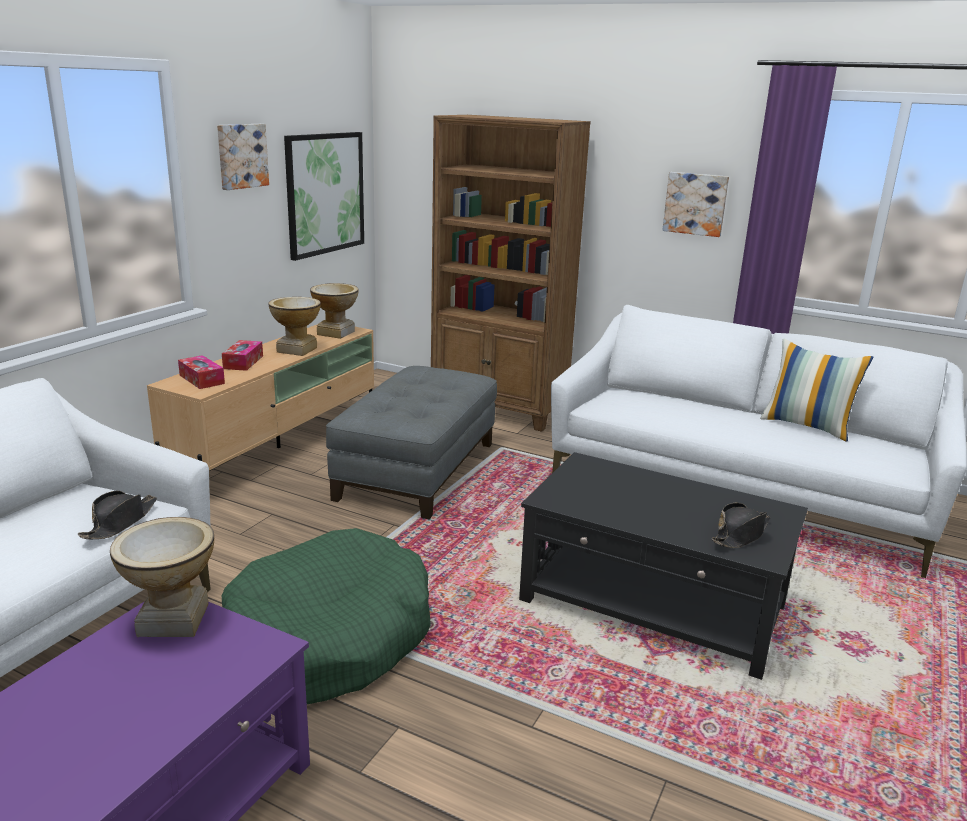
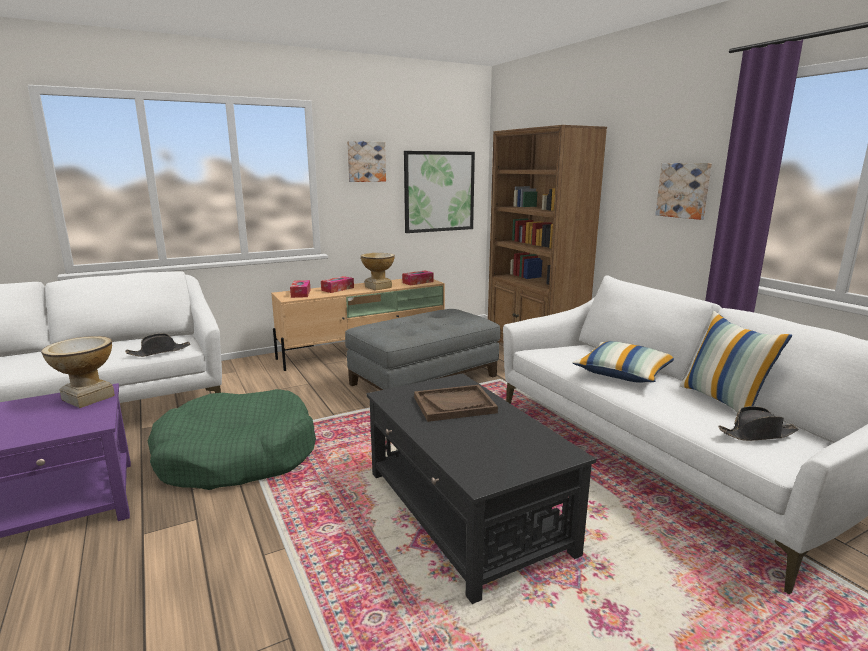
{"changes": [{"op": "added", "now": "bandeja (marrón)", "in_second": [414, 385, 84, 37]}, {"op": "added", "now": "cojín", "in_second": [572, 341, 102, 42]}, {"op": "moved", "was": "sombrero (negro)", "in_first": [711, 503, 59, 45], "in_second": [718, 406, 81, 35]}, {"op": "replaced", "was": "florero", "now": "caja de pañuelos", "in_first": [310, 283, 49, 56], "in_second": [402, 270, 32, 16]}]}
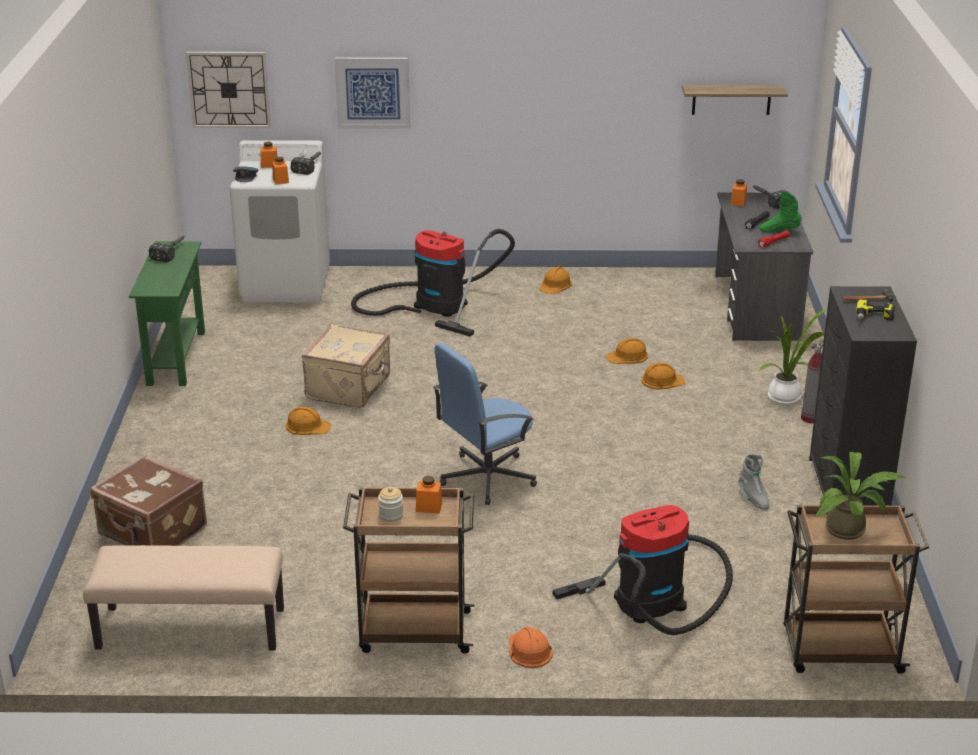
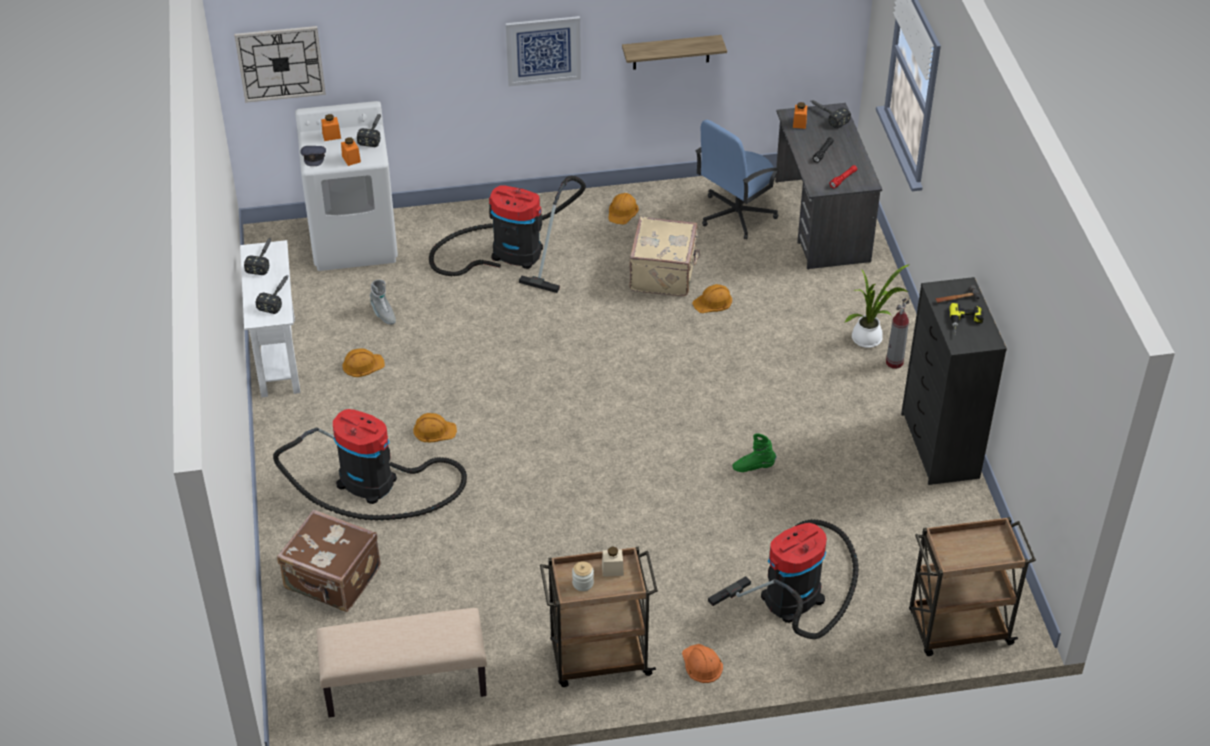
{"changes": [{"op": "removed", "was": "planta en maceta", "in_first": [814, 452, 91, 88]}, {"op": "added", "now": "martillo", "in_second": [256, 275, 33, 39]}, {"op": "added", "now": "aspiradora", "in_second": [273, 409, 194, 112]}, {"op": "moved", "was": "maleta (beis)", "in_first": [302, 324, 88, 84], "in_second": [629, 217, 71, 79]}, {"op": "moved", "was": "cuadro", "in_first": [334, 57, 76, 72], "in_second": [506, 16, 75, 71]}, {"op": "moved", "was": "silla de oficina (azul)", "in_first": [433, 343, 104, 162], "in_second": [696, 120, 84, 120]}, {"op": "moved", "was": "casco (naranja)", "in_first": [642, 363, 43, 27], "in_second": [343, 348, 42, 29]}, {"op": "moved", "was": "estante", "in_first": [682, 85, 106, 30], "in_second": [622, 35, 105, 35]}, {"op": "moved", "was": "bota (gris)", "in_first": [738, 454, 32, 56], "in_second": [370, 280, 26, 45]}, {"op": "moved", "was": "bota (verde)", "in_first": [759, 191, 43, 41], "in_second": [732, 433, 44, 39]}, {"op": "recoloured", "was": "mesa consola (verde)", "now": "mesa consola (blanco)", "in_first": [129, 241, 76, 145], "in_second": [240, 240, 60, 158]}, {"op": "recoloured", "was": "tarro (naranja)", "now": "tarro (beis)", "in_first": [416, 476, 26, 37], "in_second": [602, 546, 22, 31]}]}
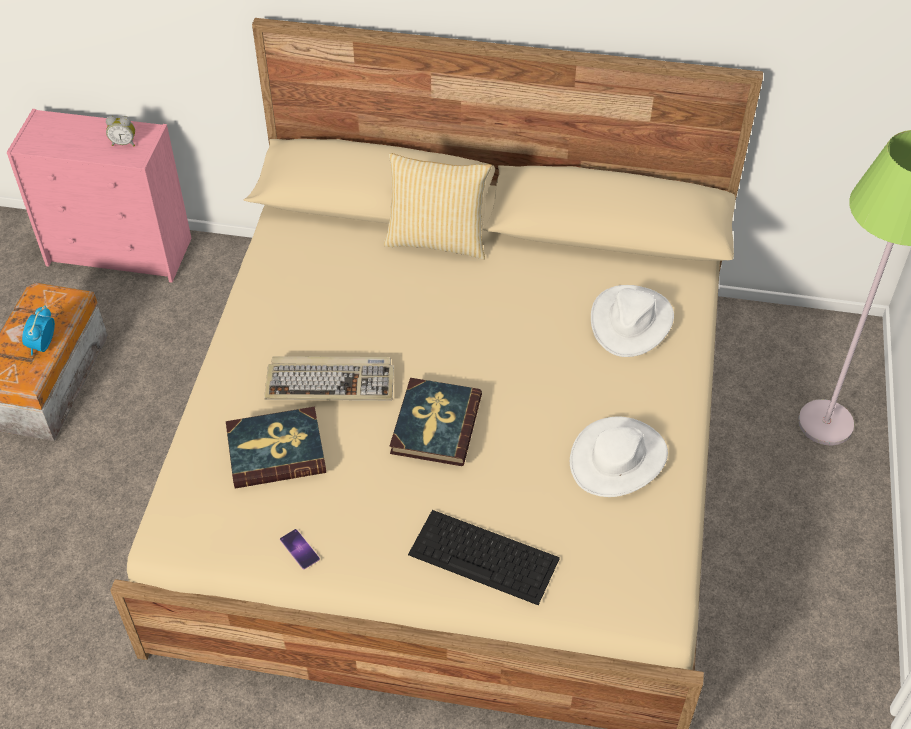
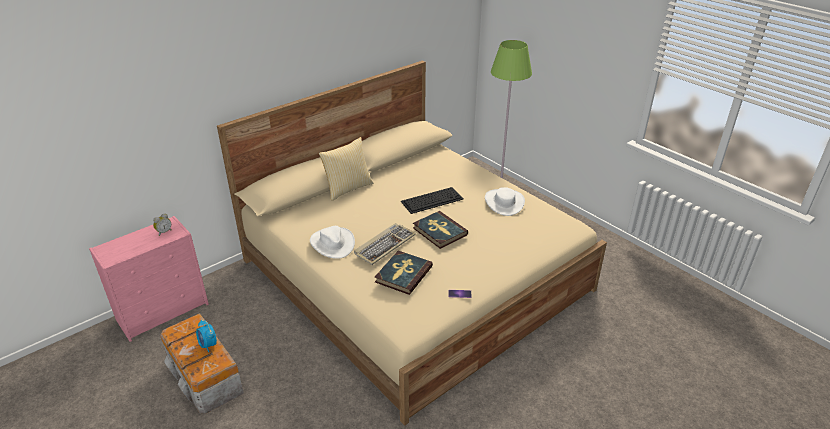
{"changes": [{"op": "moved", "was": "teclado", "in_first": [408, 510, 152, 95], "in_second": [401, 187, 63, 27]}, {"op": "moved", "was": "sombrero (blanco)", "in_first": [591, 285, 83, 72], "in_second": [310, 226, 45, 33]}]}
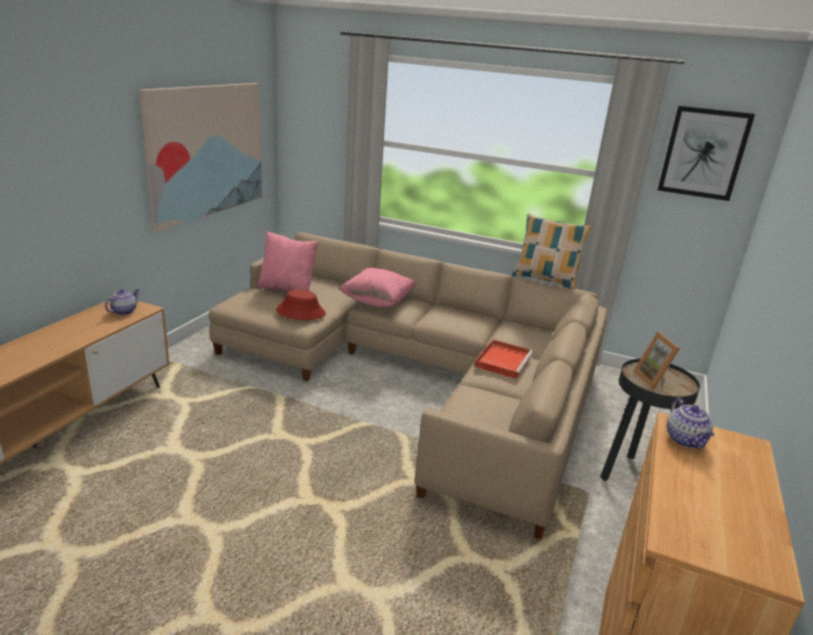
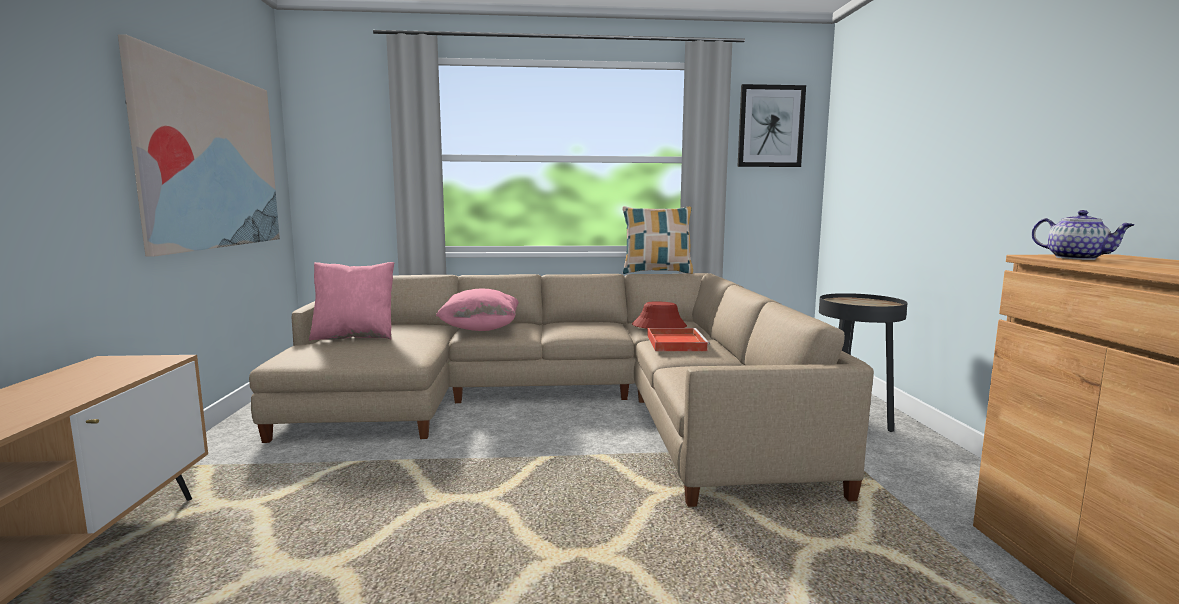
{"changes": [{"op": "removed", "was": "tetera", "in_first": [105, 289, 34, 26]}, {"op": "removed", "was": "portarretratos", "in_first": [633, 332, 47, 57]}, {"op": "moved", "was": "sombrero (rojo)", "in_first": [276, 290, 50, 30], "in_second": [632, 301, 55, 28]}]}
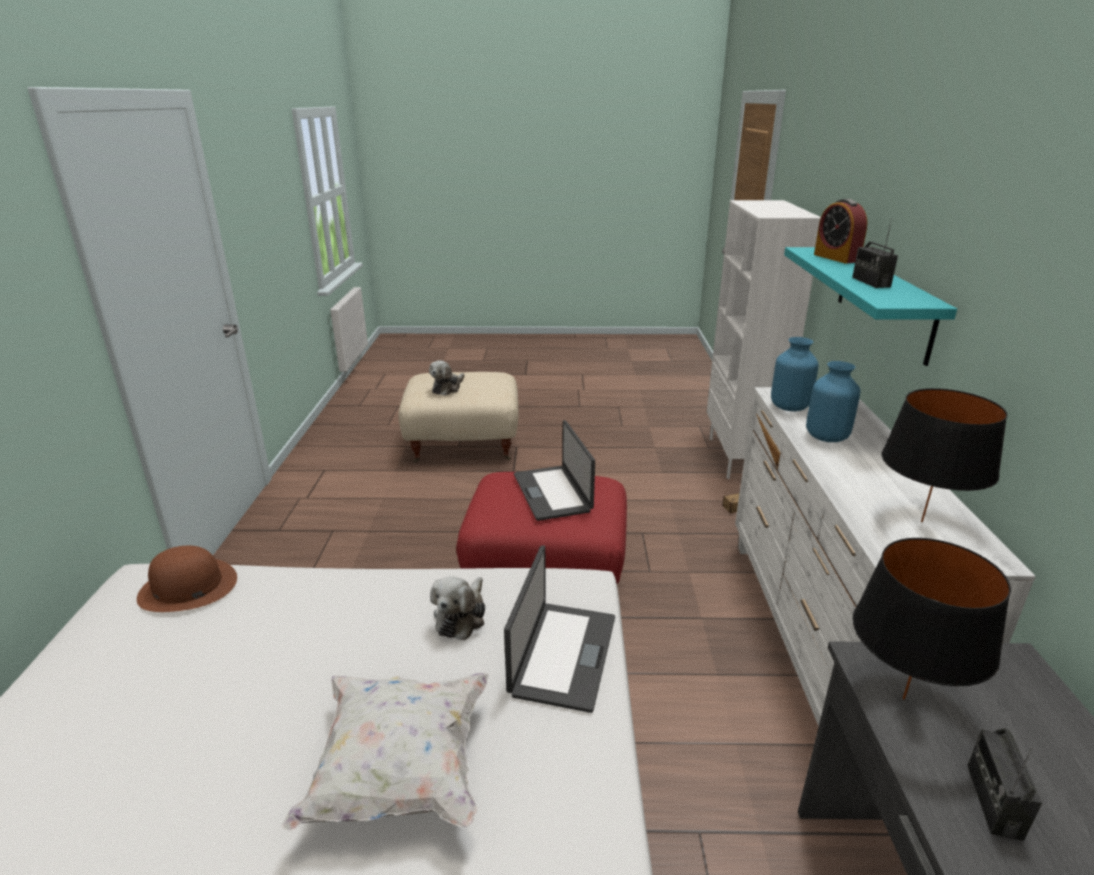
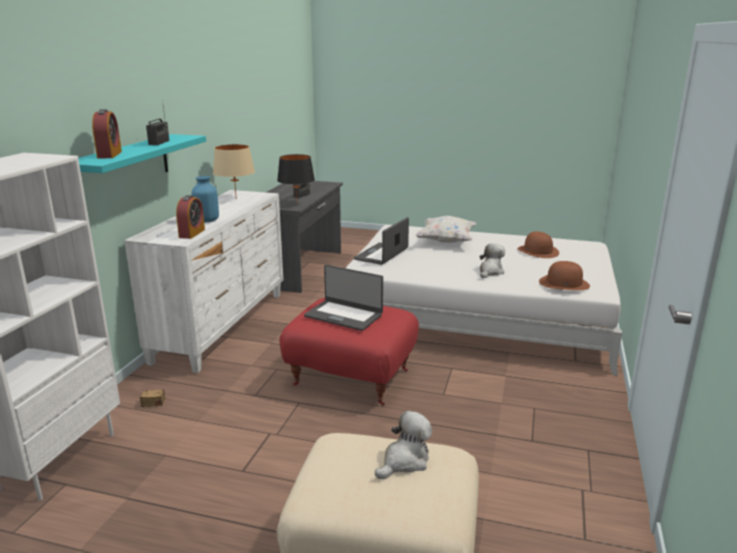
{"changes": [{"op": "added", "now": "sombrero (marrón)", "in_second": [517, 231, 42, 27]}, {"op": "moved", "was": "peluche", "in_first": [430, 576, 55, 64], "in_second": [479, 243, 26, 35]}, {"op": "replaced", "was": "florero (azul)", "now": "despertador", "in_first": [771, 337, 48, 74], "in_second": [176, 195, 29, 44]}, {"op": "recoloured", "was": "lámpara de mesa (negro)", "now": "lámpara de mesa (beis)", "in_first": [881, 388, 127, 134], "in_second": [213, 144, 42, 55]}, {"op": "turned", "was": "portátil", "in_first": [514, 420, 81, 101], "in_second": [304, 265, 79, 66], "clockwise": 120}]}
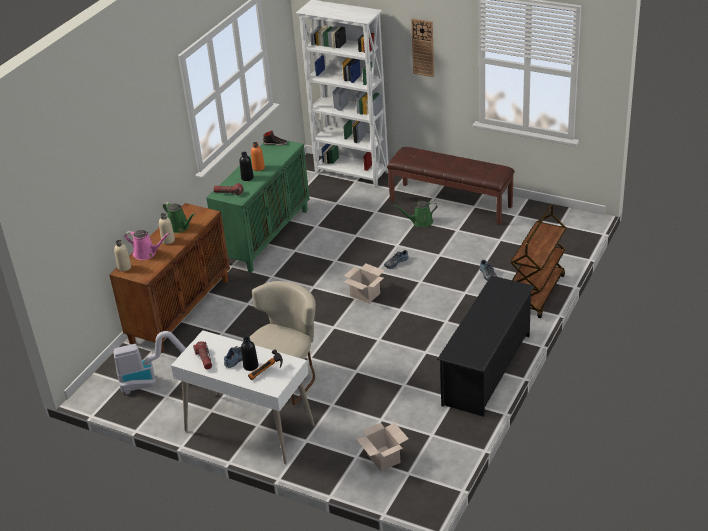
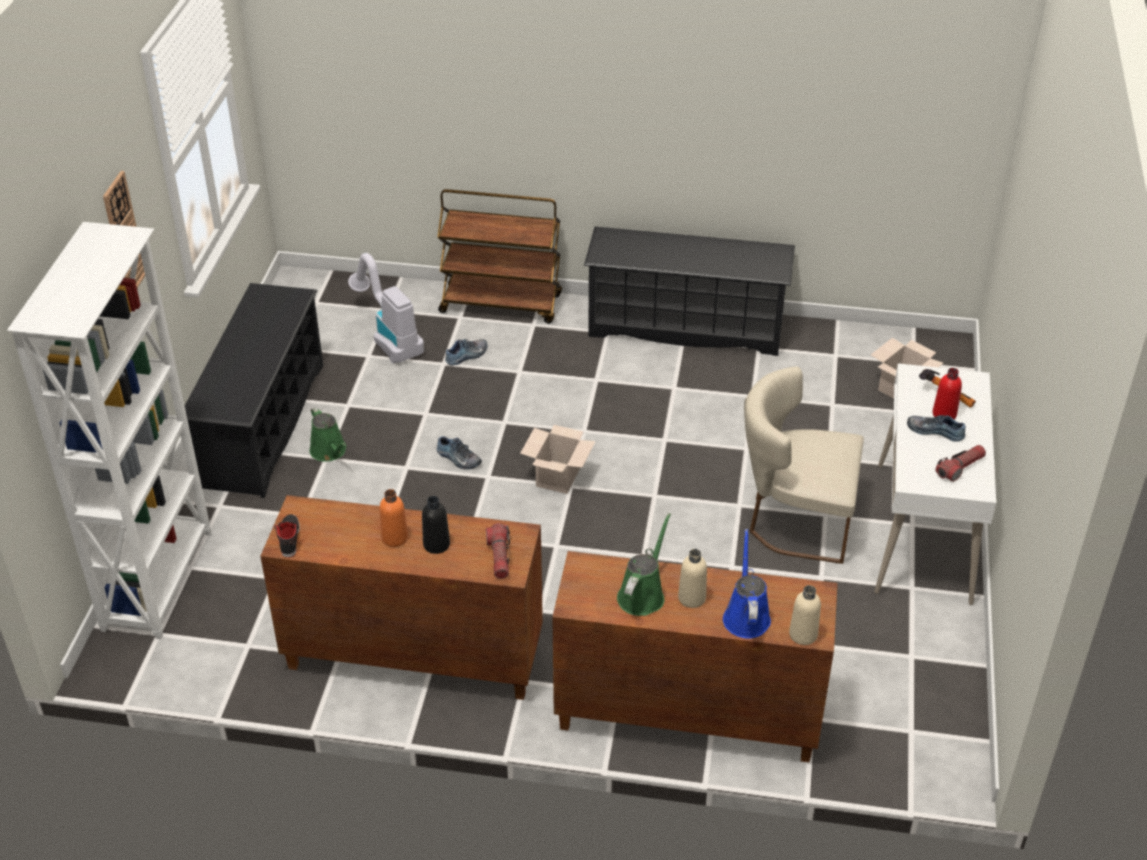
{"changes": [{"op": "moved", "was": "aspiradora", "in_first": [113, 331, 73, 63], "in_second": [348, 253, 76, 111]}, {"op": "replaced", "was": "banco (marrón)", "now": "zapatero (negro)", "in_first": [387, 147, 128, 78], "in_second": [185, 283, 138, 215]}, {"op": "recoloured", "was": "regadera (rosa)", "now": "regadera (azul)", "in_first": [125, 230, 45, 30], "in_second": [723, 529, 48, 110]}, {"op": "recoloured", "was": "armario (verde)", "now": "armario (marrón)", "in_first": [206, 140, 103, 133], "in_second": [260, 495, 283, 205]}, {"op": "recoloured", "was": "botella (negro)", "now": "botella (rojo)", "in_first": [241, 337, 17, 34], "in_second": [933, 368, 29, 51]}]}
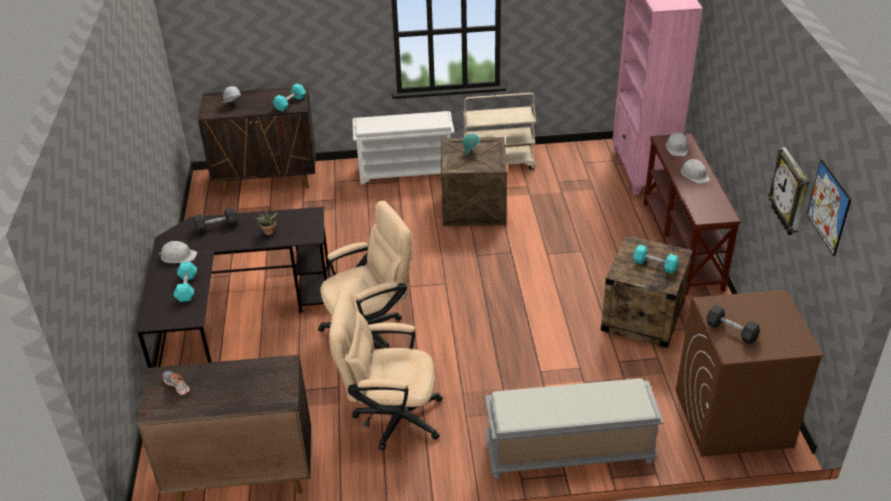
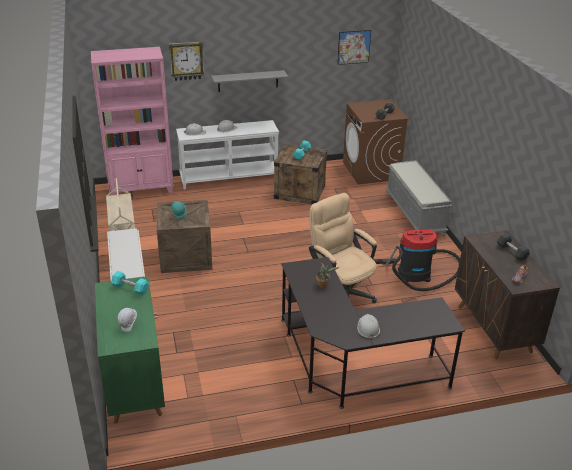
{"changes": [{"op": "removed", "was": "mancuerna (turquesa)", "in_first": [173, 262, 24, 40]}, {"op": "added", "now": "estante (gris)", "in_second": [211, 70, 77, 22]}, {"op": "moved", "was": "mancuerna (gris)", "in_first": [193, 208, 45, 26], "in_second": [497, 233, 33, 28]}, {"op": "moved", "was": "reloj de pared", "in_first": [768, 147, 42, 88], "in_second": [169, 42, 36, 39]}, {"op": "replaced", "was": "silla de oficina (beis)", "now": "aspiradora", "in_first": [329, 289, 114, 162], "in_second": [373, 230, 87, 61]}, {"op": "recoloured", "was": "armario (marrón)", "now": "armario (verde)", "in_first": [198, 86, 118, 109], "in_second": [95, 276, 70, 148]}, {"op": "recoloured", "was": "mesa consola (marrón)", "now": "mesa consola (blanco)", "in_first": [644, 133, 97, 162], "in_second": [176, 120, 103, 70]}]}
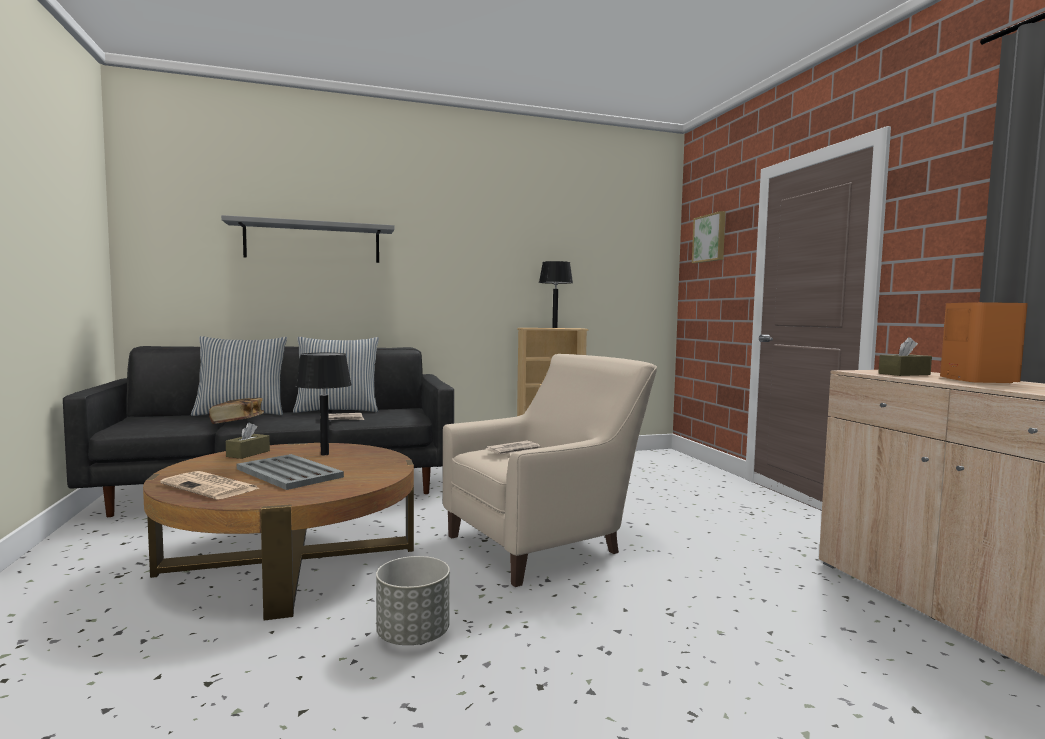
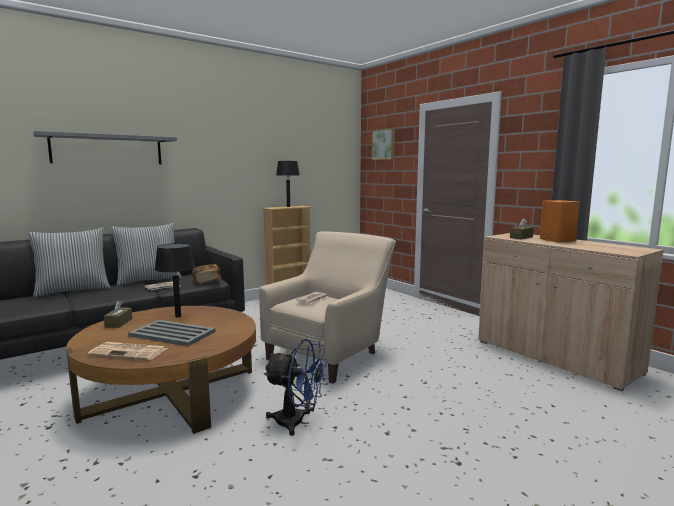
{"changes": [{"op": "moved", "was": "libro", "in_first": [209, 398, 55, 26], "in_second": [192, 264, 29, 20]}, {"op": "replaced", "was": "maceta (gris)", "now": "ventilador (azul)", "in_first": [376, 556, 74, 89], "in_second": [263, 339, 65, 97]}]}
